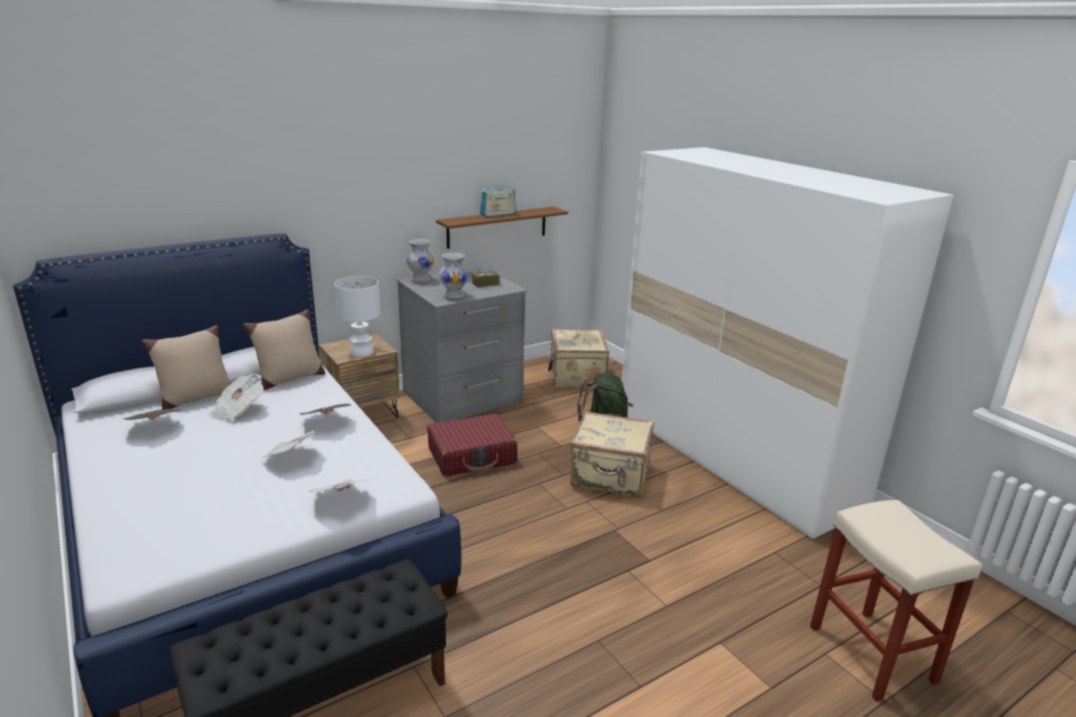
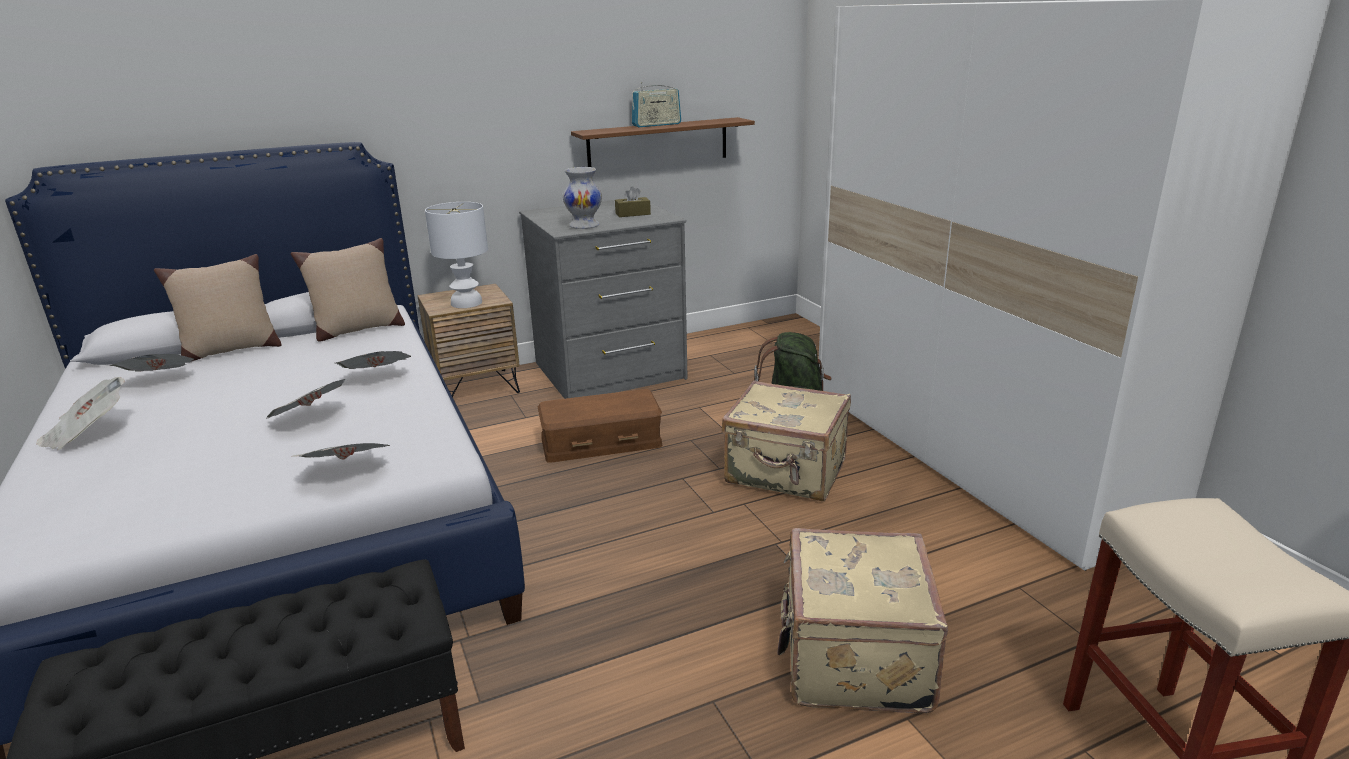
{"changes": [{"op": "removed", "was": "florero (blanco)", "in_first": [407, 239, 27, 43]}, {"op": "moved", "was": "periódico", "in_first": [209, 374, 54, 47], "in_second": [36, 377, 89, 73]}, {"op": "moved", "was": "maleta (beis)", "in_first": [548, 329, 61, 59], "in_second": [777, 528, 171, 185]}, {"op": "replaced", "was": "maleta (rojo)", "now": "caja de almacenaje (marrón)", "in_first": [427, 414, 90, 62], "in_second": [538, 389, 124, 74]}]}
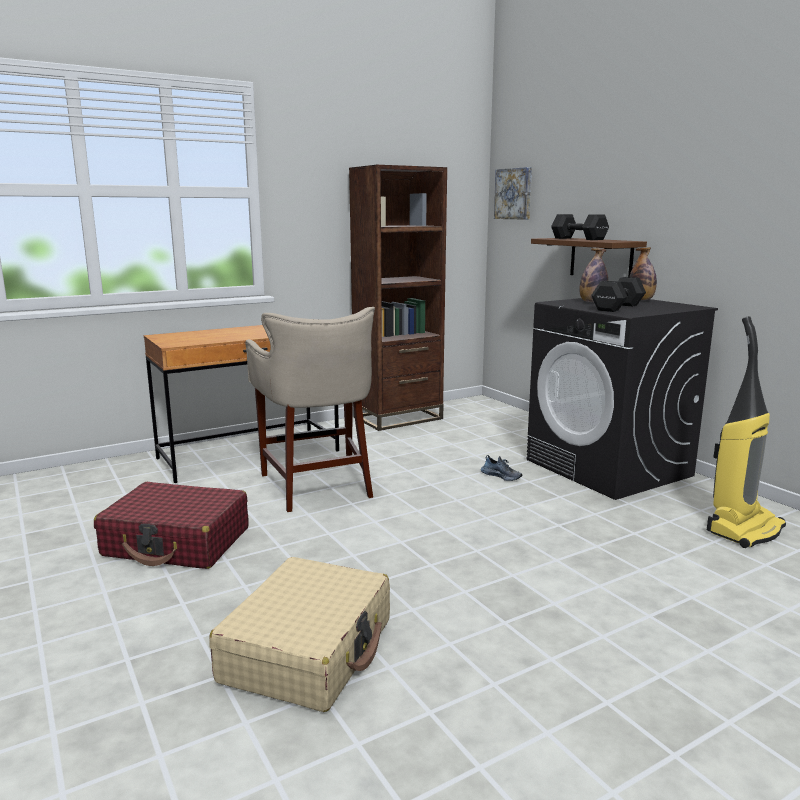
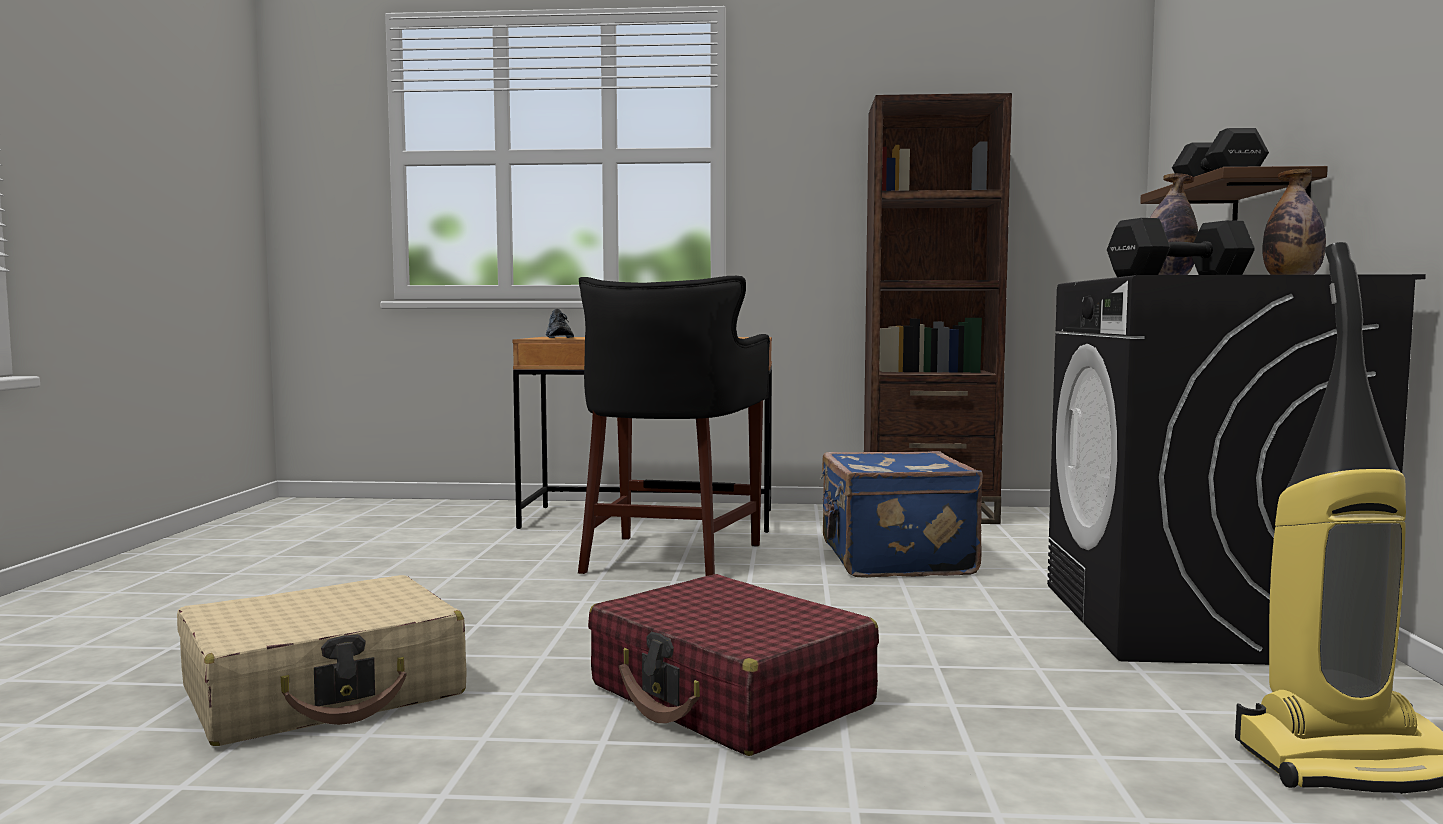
{"changes": [{"op": "removed", "was": "cuadro", "in_first": [494, 167, 38, 52]}, {"op": "added", "now": "maleta (azul)", "in_second": [819, 451, 164, 127]}, {"op": "moved", "was": "maleta (rojo)", "in_first": [94, 482, 155, 87], "in_second": [588, 574, 291, 182]}, {"op": "moved", "was": "zapato", "in_first": [481, 455, 41, 26], "in_second": [546, 309, 28, 29]}, {"op": "recoloured", "was": "taburete (beis)", "now": "taburete (negro)", "in_first": [245, 307, 130, 205], "in_second": [578, 276, 192, 300]}]}
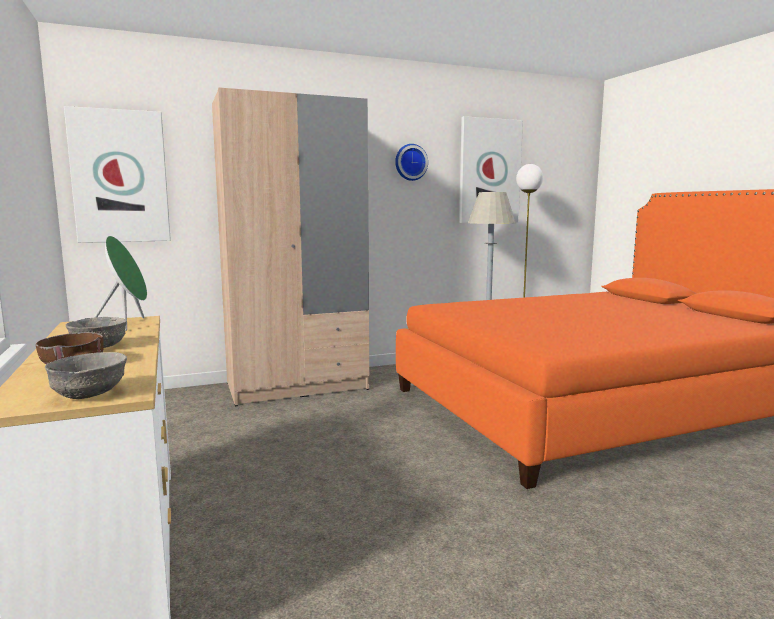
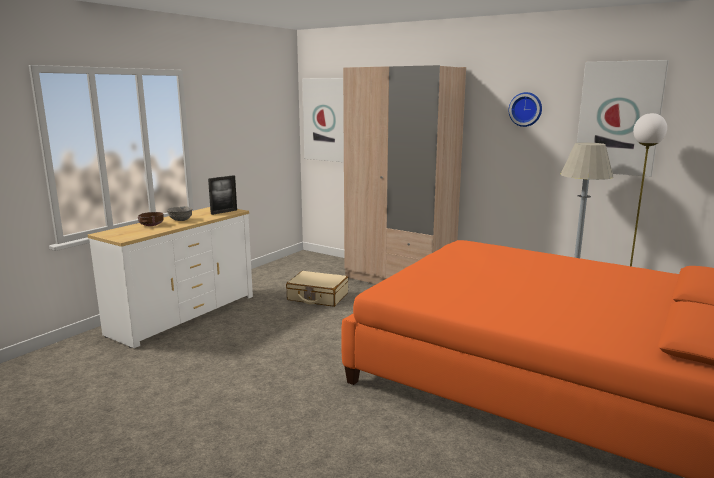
{"changes": [{"op": "removed", "was": "cuenco (gris)", "in_first": [45, 352, 82, 47]}, {"op": "added", "now": "maleta (beis)", "in_second": [286, 271, 62, 36]}, {"op": "replaced", "was": "altavoz (verde)", "now": "portarretratos", "in_first": [94, 236, 53, 95], "in_second": [208, 175, 29, 40]}]}
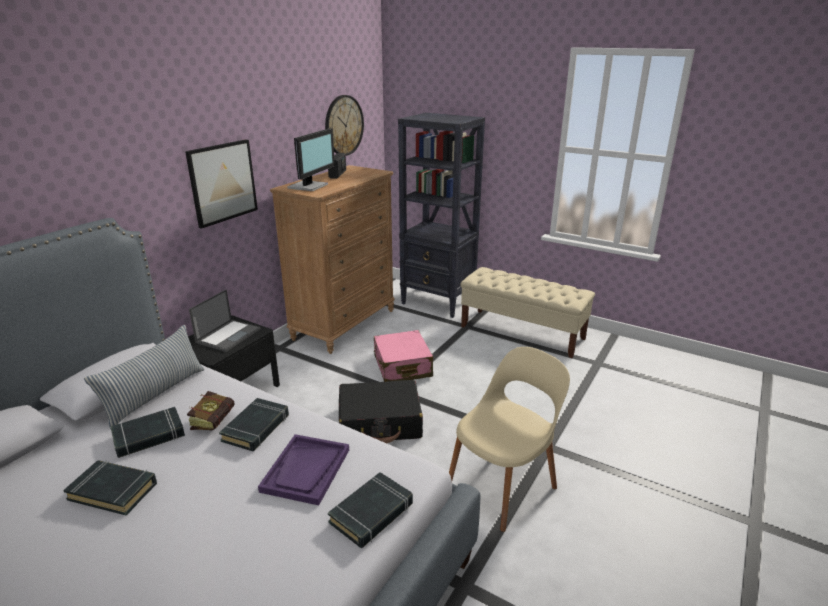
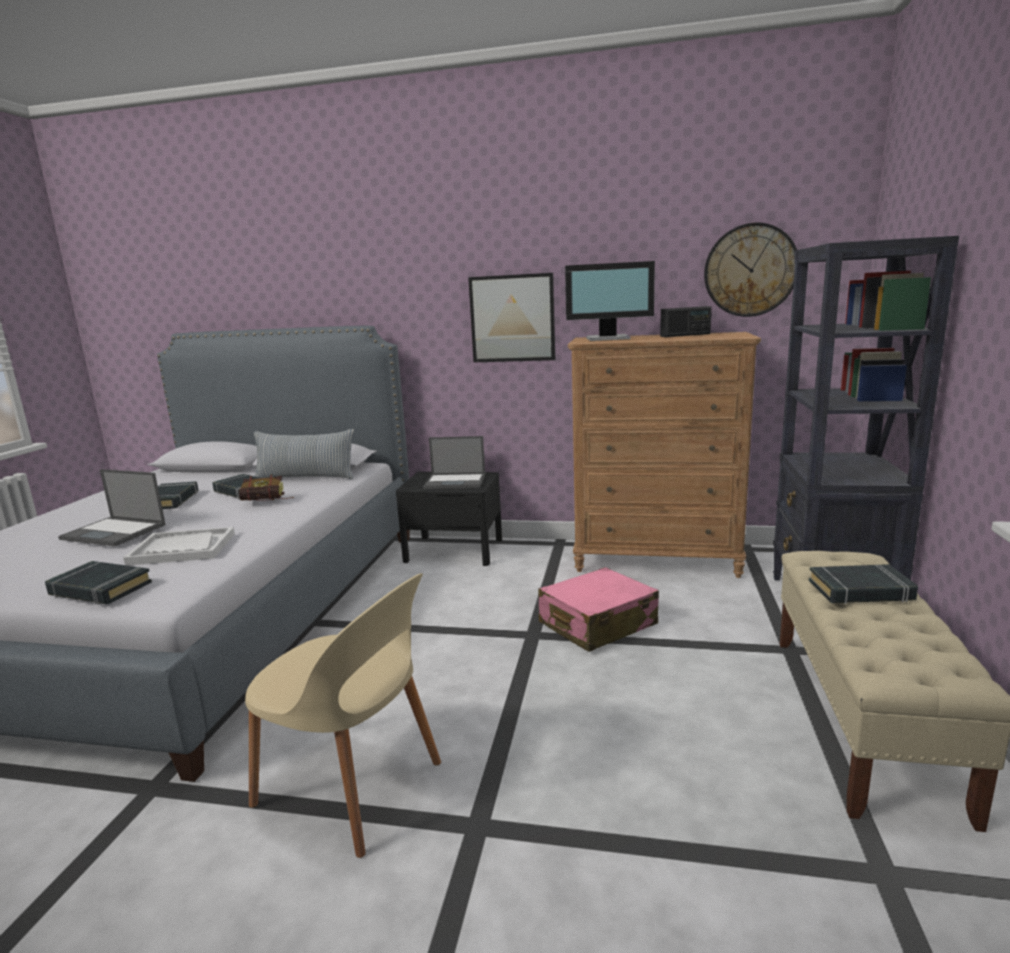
{"changes": [{"op": "removed", "was": "maleta (negro)", "in_first": [339, 380, 84, 63]}, {"op": "added", "now": "portátil", "in_second": [58, 469, 108, 78]}, {"op": "moved", "was": "libro (negro)", "in_first": [219, 398, 70, 53], "in_second": [809, 564, 109, 40]}, {"op": "recoloured", "was": "bandeja (morado)", "now": "bandeja (blanco)", "in_first": [258, 434, 91, 71], "in_second": [123, 527, 112, 39]}]}
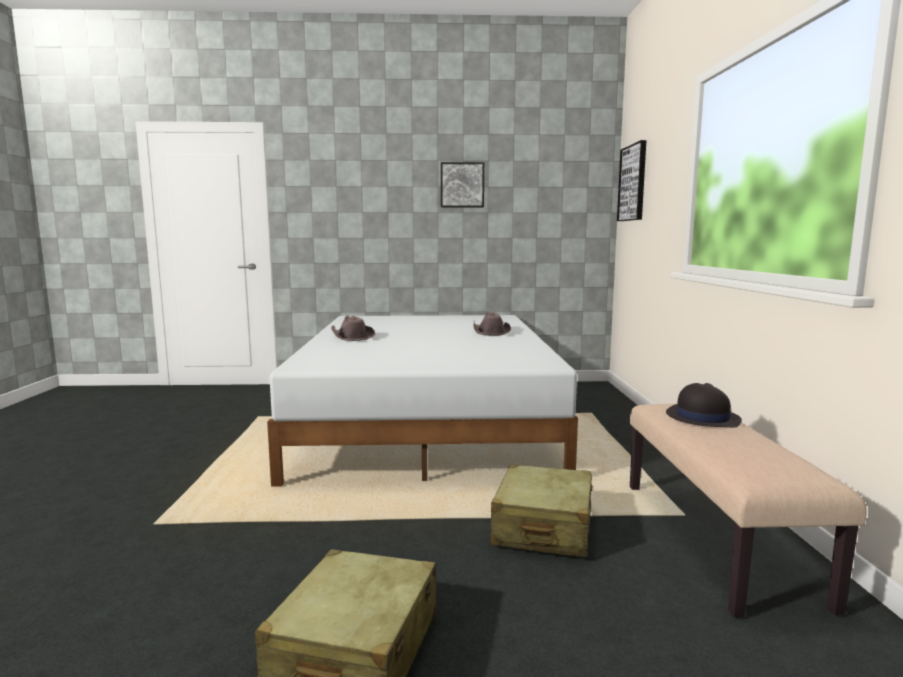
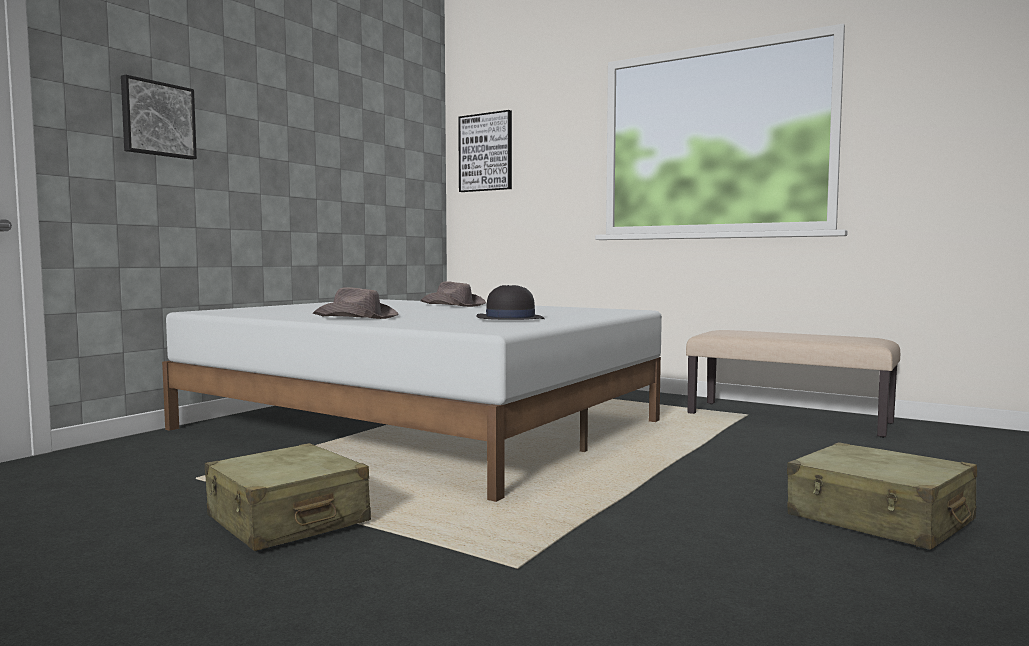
{"changes": [{"op": "moved", "was": "cuadro", "in_first": [441, 162, 43, 45], "in_second": [121, 74, 76, 86]}, {"op": "moved", "was": "maleta (beis)", "in_first": [491, 464, 101, 93], "in_second": [205, 443, 166, 108]}, {"op": "moved", "was": "sombrero (negro)", "in_first": [666, 383, 76, 45], "in_second": [476, 285, 69, 35]}]}
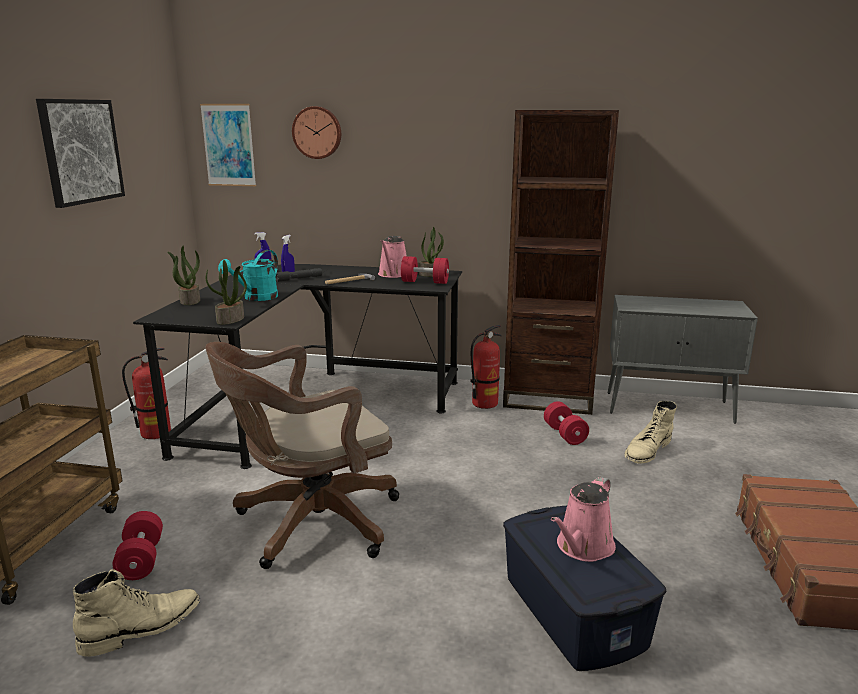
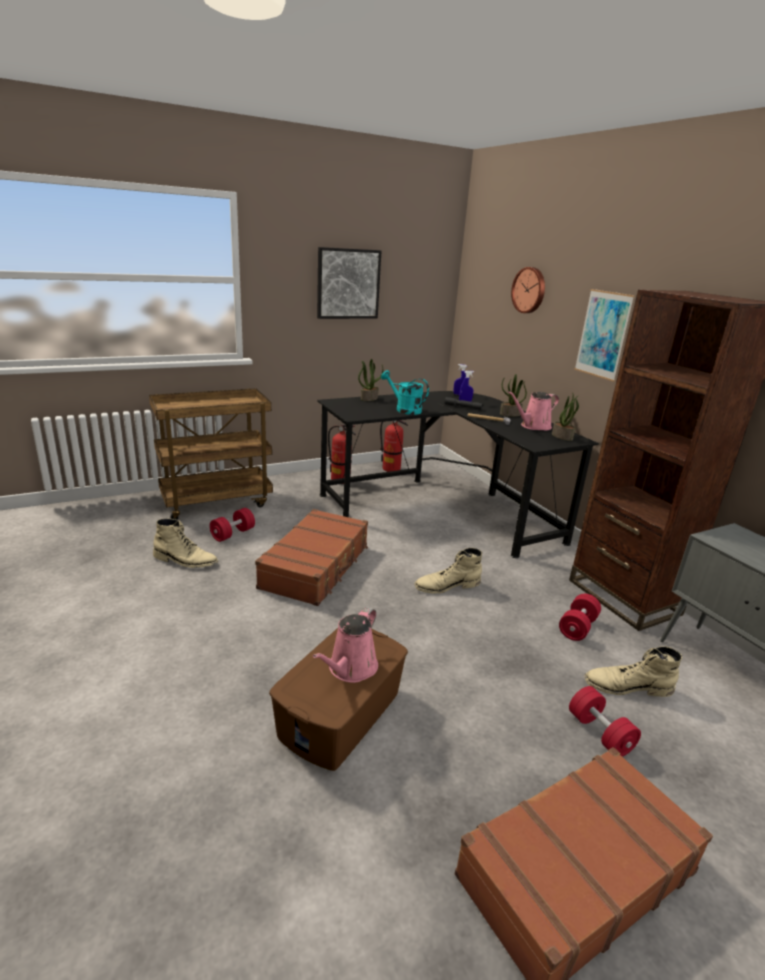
{"changes": [{"op": "added", "now": "bota (beis)", "in_second": [414, 548, 68, 46]}, {"op": "moved", "was": "cuadro", "in_first": [200, 104, 56, 82], "in_second": [574, 289, 61, 92]}, {"op": "moved", "was": "planta en maceta", "in_first": [206, 260, 41, 65], "in_second": [500, 374, 27, 43]}, {"op": "moved", "was": "mancuerna (rojo)", "in_first": [401, 256, 48, 28], "in_second": [569, 686, 72, 71]}, {"op": "moved", "was": "extintor", "in_first": [470, 325, 32, 84], "in_second": [380, 420, 28, 52]}, {"op": "replaced", "was": "silla de oficina (marrón)", "now": "maleta (marrón)", "in_first": [205, 342, 194, 227], "in_second": [255, 509, 113, 97]}, {"op": "recoloured", "was": "caja de almacenaje (azul)", "now": "caja de almacenaje (marrón)", "in_first": [503, 506, 163, 165], "in_second": [269, 628, 139, 143]}, {"op": "turned", "was": "regadera (turquesa)", "in_first": [218, 250, 60, 51], "in_second": [381, 370, 48, 45], "clockwise": 45}, {"op": "turned", "was": "regadera (rosa)", "in_first": [551, 477, 65, 85], "in_second": [313, 607, 65, 76], "clockwise": -60}]}
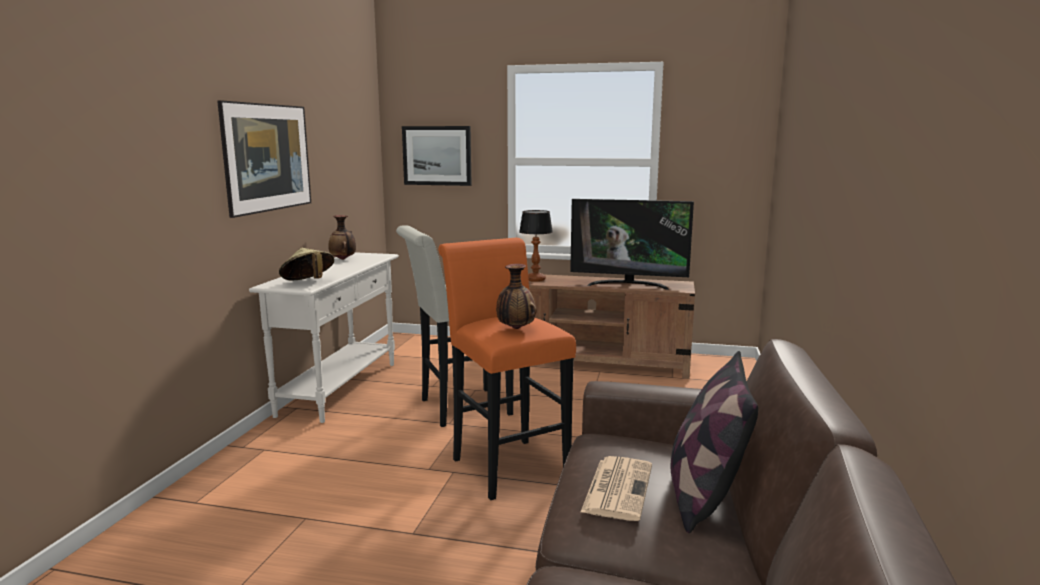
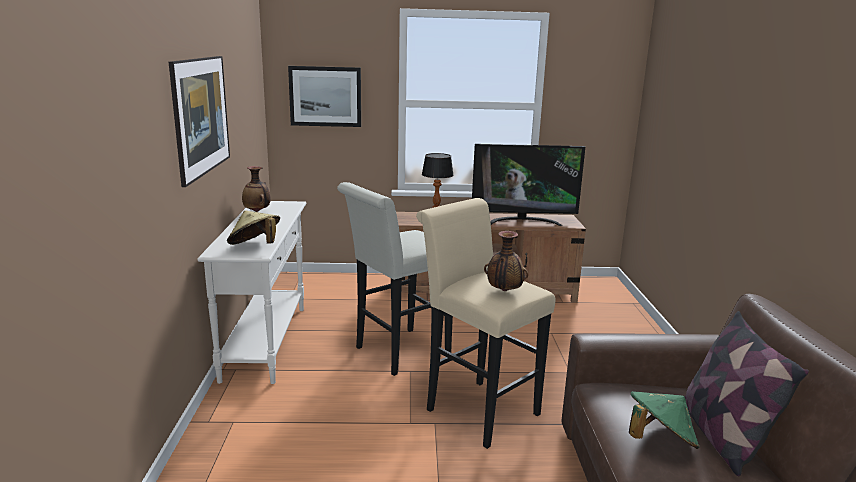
{"changes": [{"op": "replaced", "was": "periódico", "now": "sombrero (verde)", "in_first": [580, 456, 72, 65], "in_second": [629, 391, 71, 58]}, {"op": "recoloured", "was": "taburete (naranja)", "now": "taburete (beis)", "in_first": [438, 238, 138, 262], "in_second": [416, 198, 140, 251]}]}
